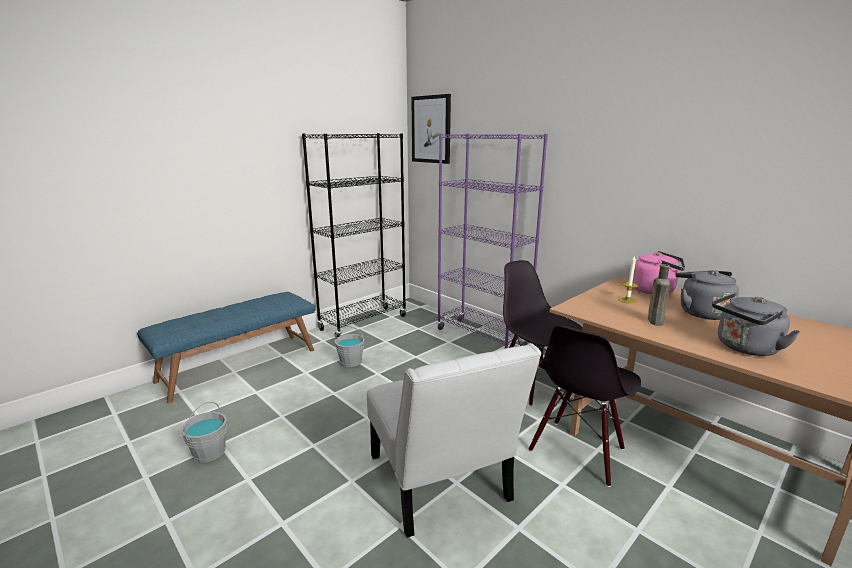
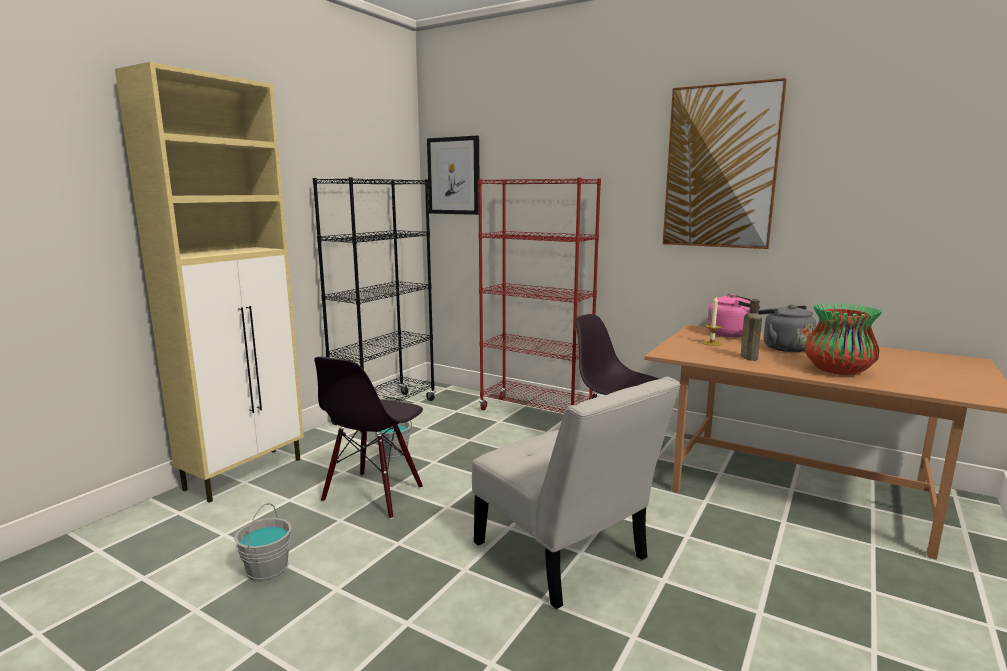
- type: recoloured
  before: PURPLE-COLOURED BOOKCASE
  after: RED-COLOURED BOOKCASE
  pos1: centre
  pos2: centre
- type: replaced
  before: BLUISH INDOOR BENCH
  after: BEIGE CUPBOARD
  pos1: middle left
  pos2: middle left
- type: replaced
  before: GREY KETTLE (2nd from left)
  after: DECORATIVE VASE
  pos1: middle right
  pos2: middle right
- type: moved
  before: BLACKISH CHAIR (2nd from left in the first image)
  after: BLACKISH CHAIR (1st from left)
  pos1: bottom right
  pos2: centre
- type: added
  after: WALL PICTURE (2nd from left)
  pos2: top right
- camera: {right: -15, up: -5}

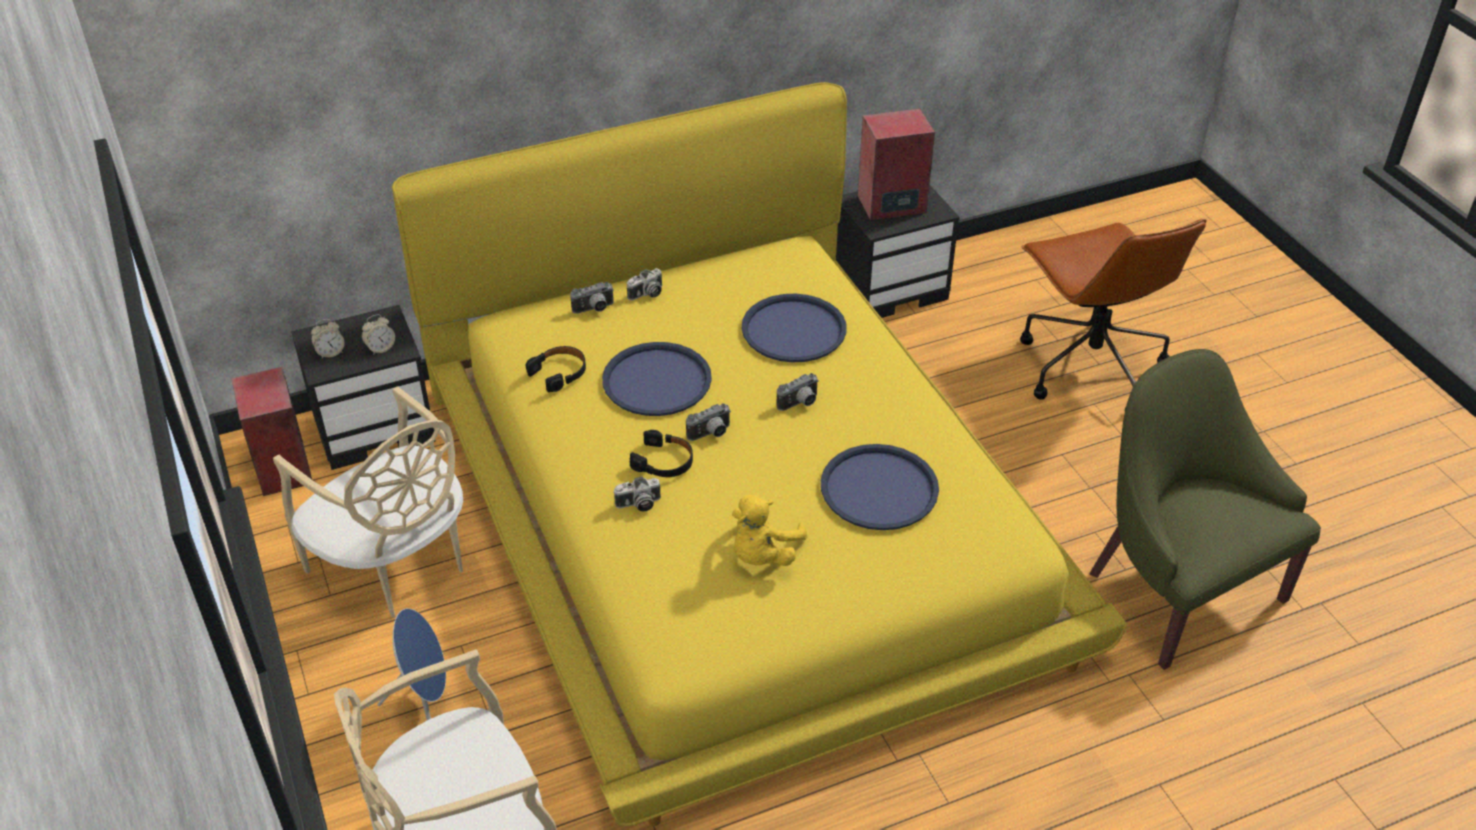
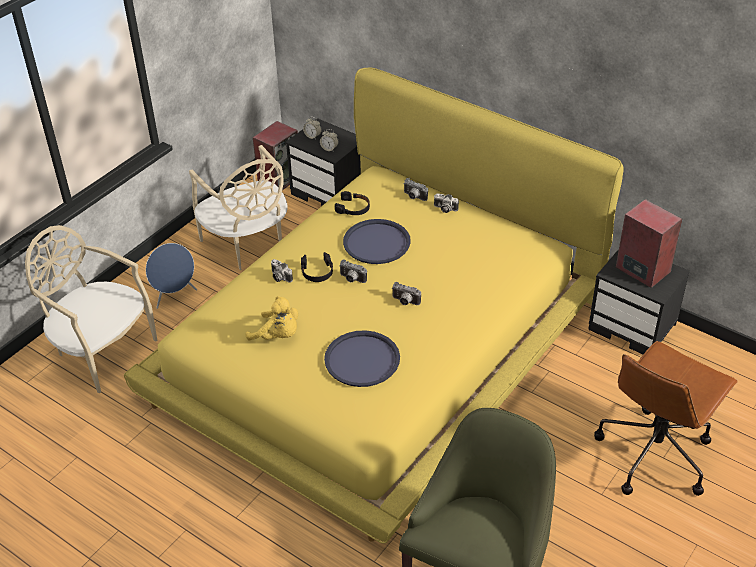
- type: removed
  before: BLUISH CARRYING TRAY (2nd from left)
  pos1: centre
- type: turned
  before: BEIGE CHAIR (1st from left in the first image)
  pos1: middle left
  pos2: middle left
  turn: -45
- type: turned
  before: YELLOW SOFT TOY
  pos1: centre
  pos2: centre
  turn: -150
- camera: {right: 60, up: 0}

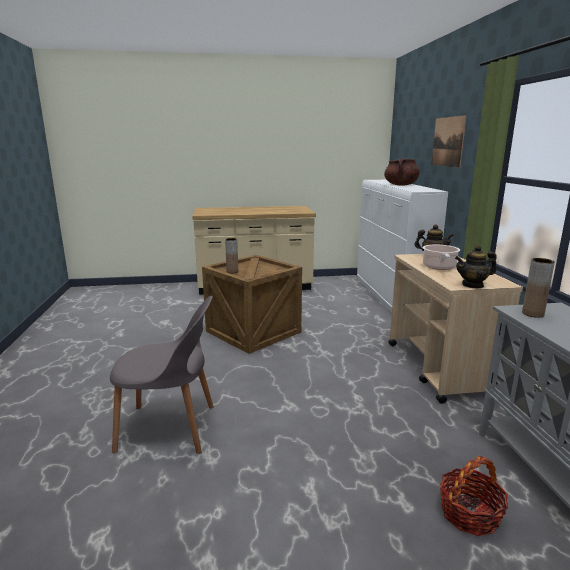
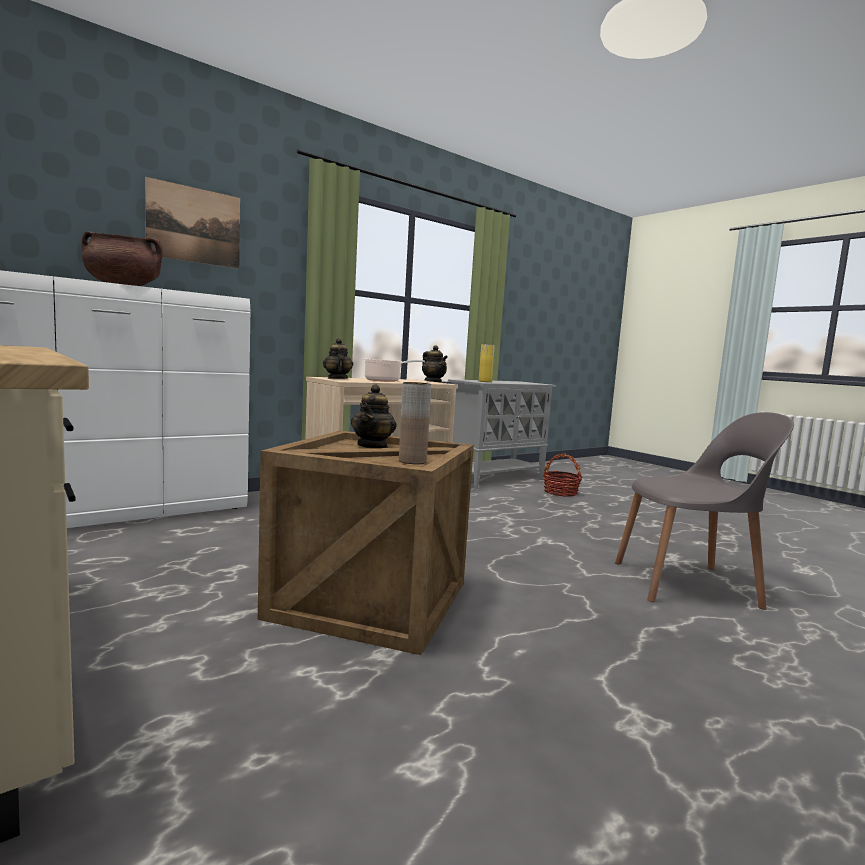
- type: recoloured
  before: BROWN-COLOURED DECORATIVE VASE (2nd from left)
  after: YELLOW DECORATIVE VASE
  pos1: middle right
  pos2: centre
- type: turned
  before: GREY CHAIR
  pos1: middle left
  pos2: middle right
  turn: 120
- type: added
  after: POT FOR TEA (2nd from left)
  pos2: centre
- camera: {right: -120, up: -10}

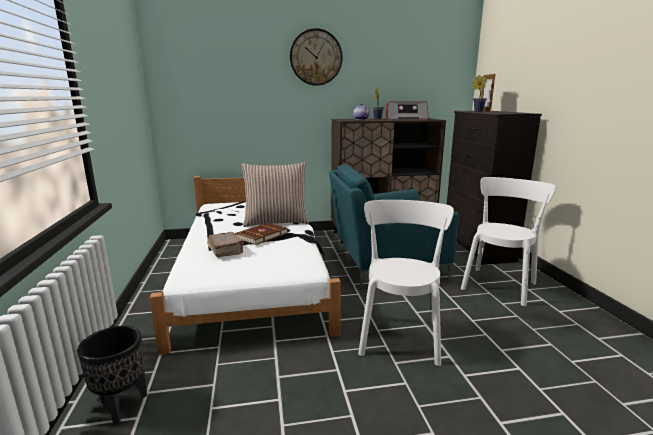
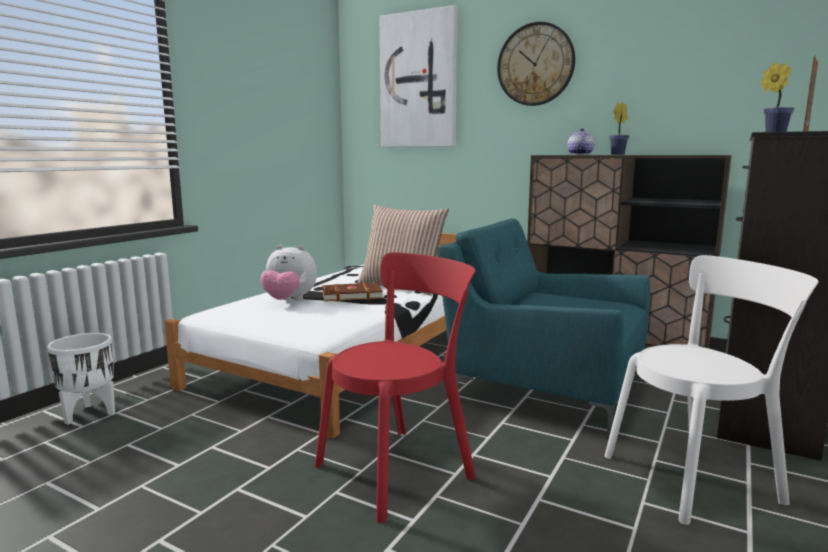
- type: removed
  before: RADIO
  pos1: top centre
- type: recoloured
  before: WHITE-COLOURED CHAIR (1st from left)
  after: RED-COLOURED CHAIR
  pos1: centre
  pos2: bottom centre
- type: replaced
  before: BROWN-COLOURED VOLUME (1st from left)
  after: SOFT TOY
  pos1: centre
  pos2: centre
- type: recoloured
  before: BLACKISH FLOWER POT
  after: WHITE-COLOURED FLOWER POT
  pos1: bottom left
  pos2: bottom left
- type: added
  after: WALL PICTURE
  pos2: top centre
- camera: {right: 40, up: -5}

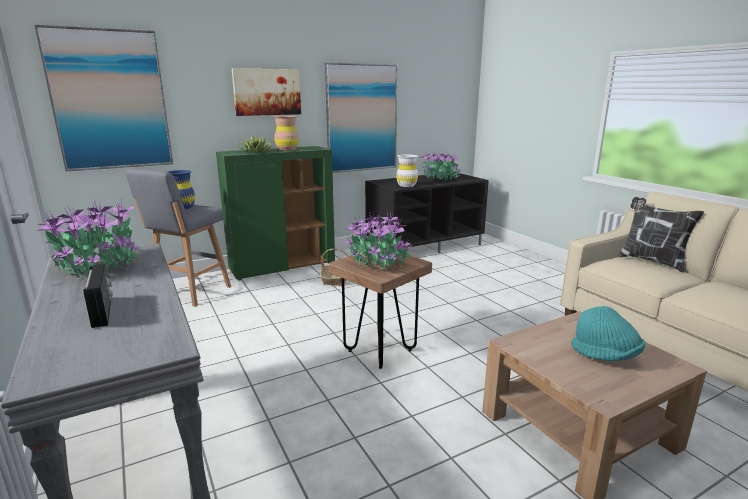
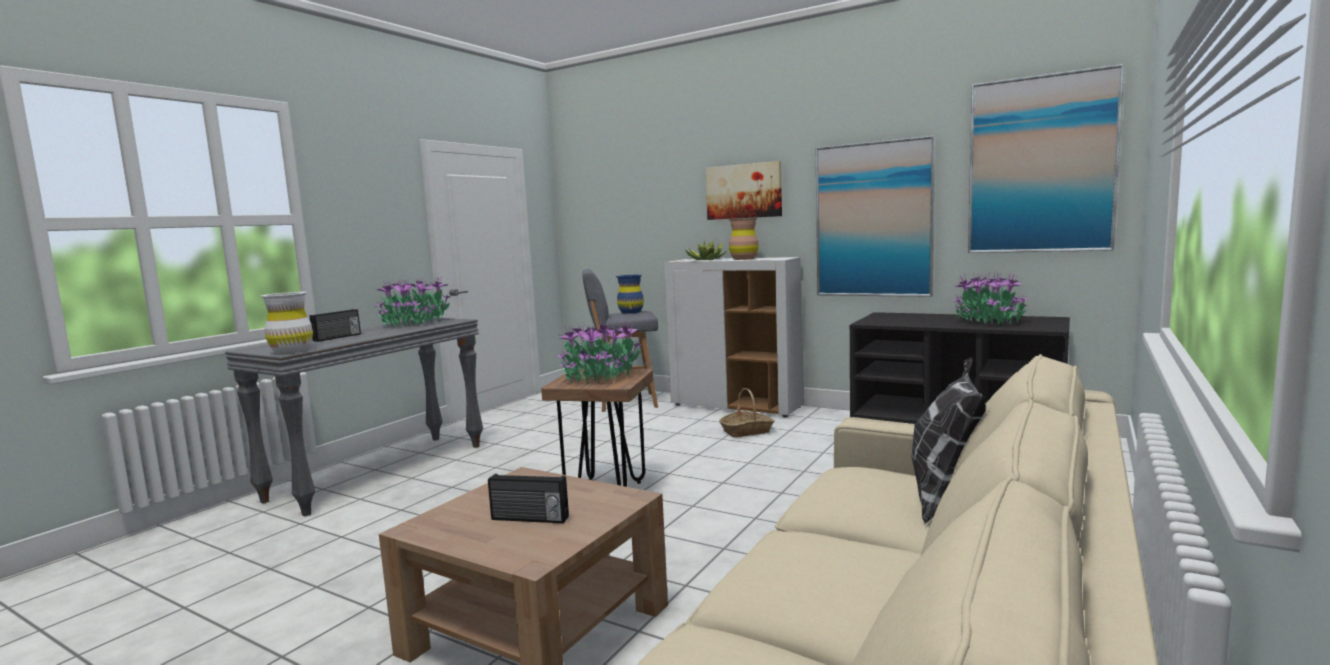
- type: moved
  before: WALL PICTURE (1st from left in the first image)
  after: WALL PICTURE (3rd from left)
  pos1: top left
  pos2: top right
- type: recoloured
  before: GREEN-COLOURED CUPBOARD
  after: WHITE-COLOURED CUPBOARD
  pos1: centre
  pos2: centre
- type: moved
  before: WHITE-COLOURED DECORATIVE VASE
  pos1: centre
  pos2: middle left
- type: replaced
  before: TURQUOISE WEARABLE HAT
  after: RADIO (2nd from left)
  pos1: bottom right
  pos2: bottom centre
- camera: {right: 60, up: -10}

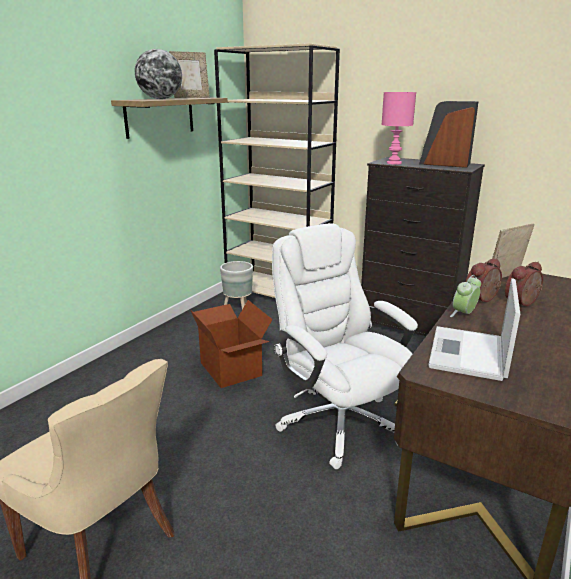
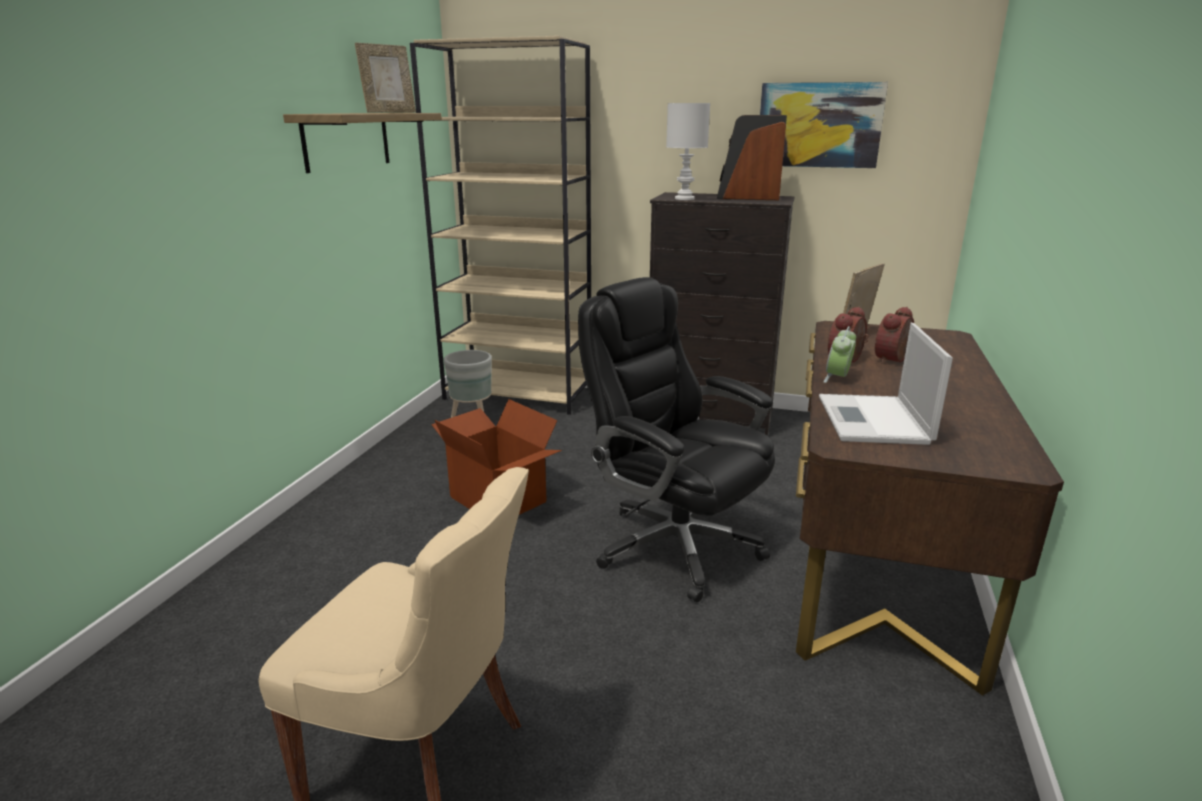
- type: removed
  before: GLOBE
  pos1: top left
- type: recoloured
  before: PINKISH TABLETOP LAMP
  after: WHITE-COLOURED TABLETOP LAMP
  pos1: top right
  pos2: top centre
- type: recoloured
  before: WHITE-COLOURED DESK CHAIR
  after: BLACKISH DESK CHAIR
  pos1: centre
  pos2: centre
- type: added
  after: WALL PICTURE
  pos2: top right
- camera: {right: -15, up: 0}

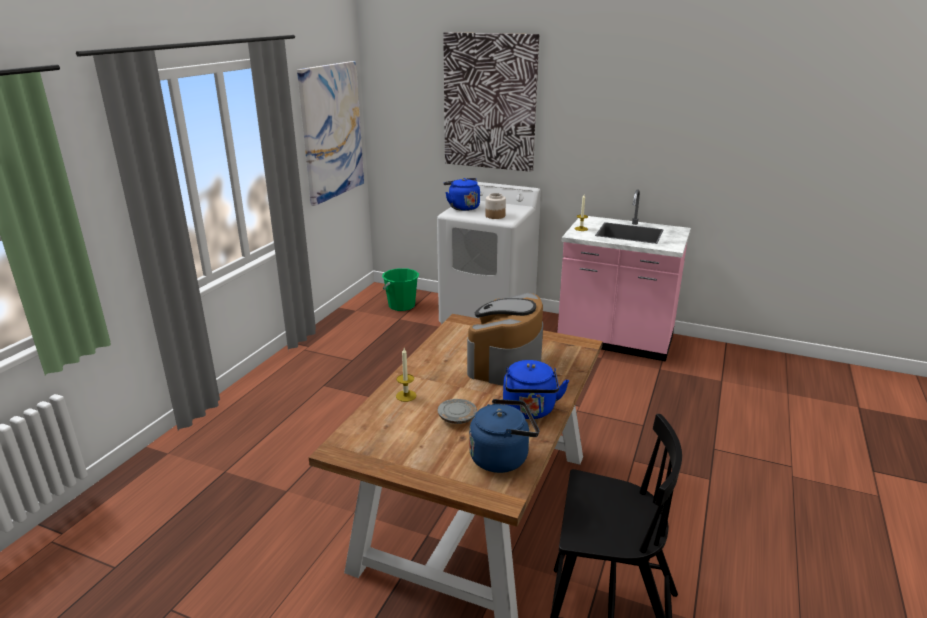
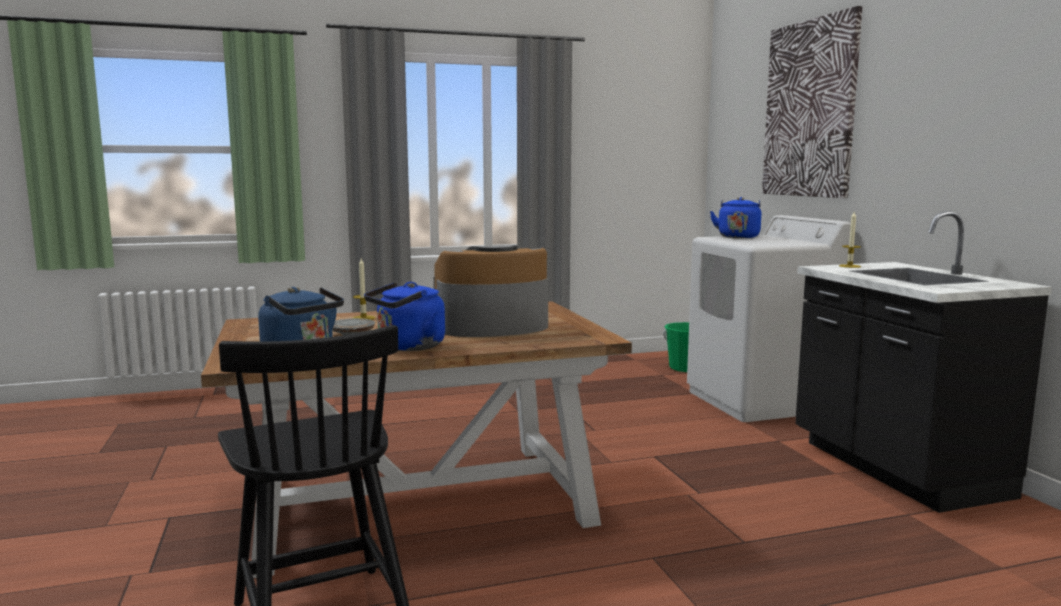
- type: removed
  before: WALL PICTURE (1st from left)
  pos1: top centre
- type: recoloured
  before: PINKISH KITCHEN COUNTER
  after: BLACKISH KITCHEN COUNTER
  pos1: middle right
  pos2: middle right
- type: removed
  before: PRESERVE JAR
  pos1: centre
- camera: {right: 50, up: -15}

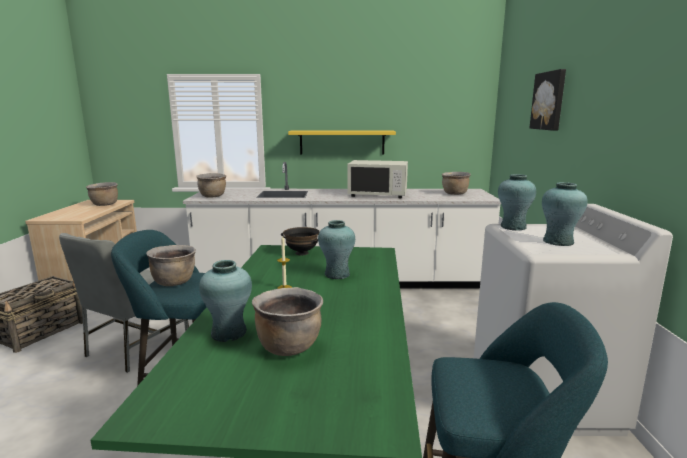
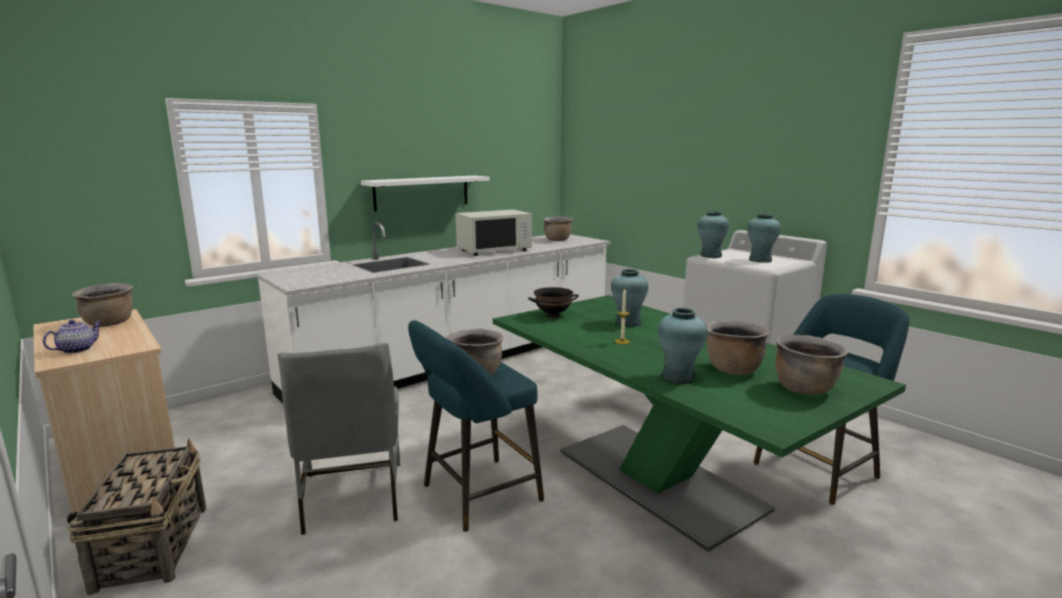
- type: removed
  before: WALL PICTURE
  pos1: top right
- type: recoloured
  before: YELLOW BRACKET SHELF
  after: WHITE-COLOURED BRACKET SHELF
  pos1: top centre
  pos2: top centre
- type: moved
  before: BROWN-COLOURED COOKING POT (3rd from left in the first image)
  after: BROWN-COLOURED COOKING POT (5th from left)
  pos1: middle left
  pos2: middle right
- type: added
  after: POT FOR TEA
  pos2: middle left
- camera: {right: -40, up: 0}

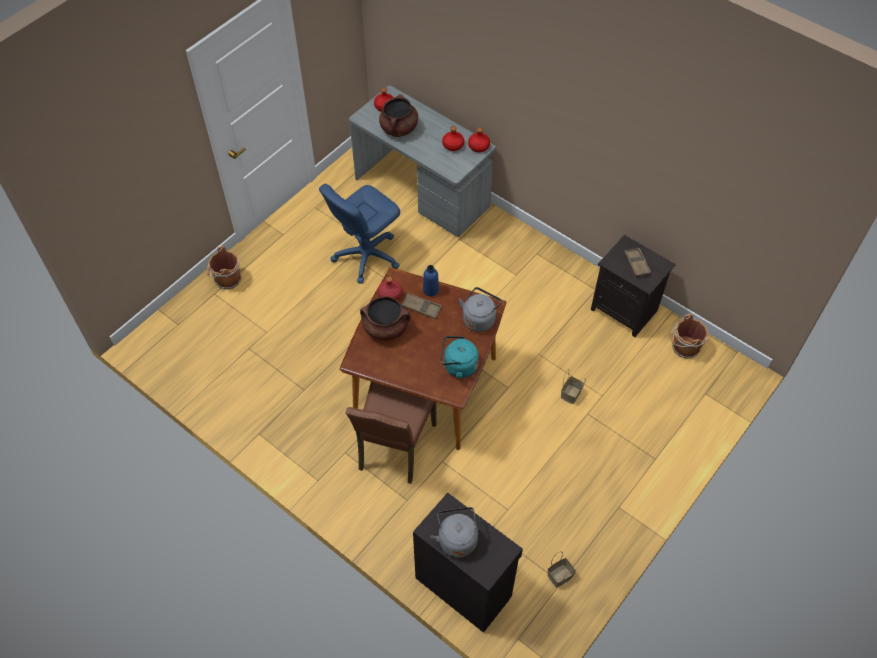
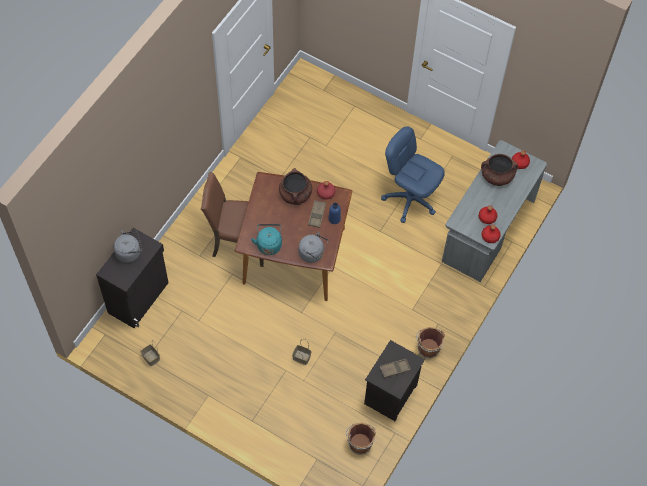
- type: moved
  before: BROWN-COLOURED WATER BUCKET (1st from left in the first image)
  after: BROWN-COLOURED WATER BUCKET (2nd from left)
  pos1: middle left
  pos2: bottom centre
- camera: {right: 80, up: 5}

